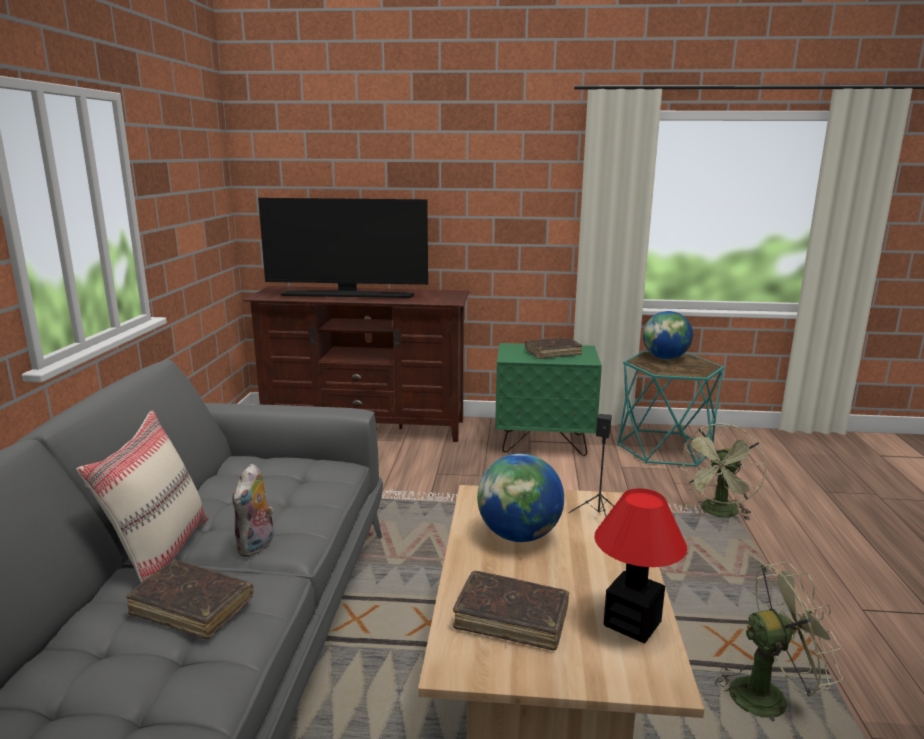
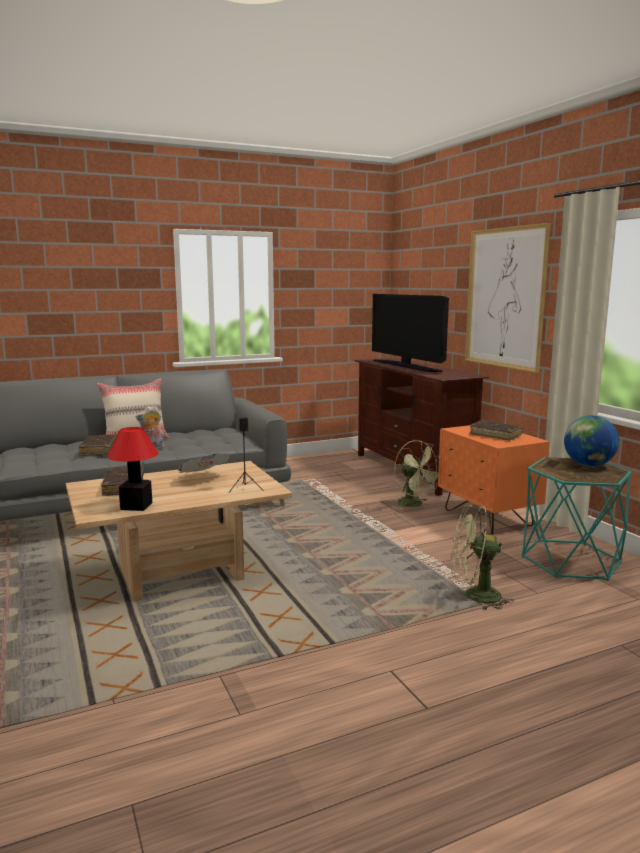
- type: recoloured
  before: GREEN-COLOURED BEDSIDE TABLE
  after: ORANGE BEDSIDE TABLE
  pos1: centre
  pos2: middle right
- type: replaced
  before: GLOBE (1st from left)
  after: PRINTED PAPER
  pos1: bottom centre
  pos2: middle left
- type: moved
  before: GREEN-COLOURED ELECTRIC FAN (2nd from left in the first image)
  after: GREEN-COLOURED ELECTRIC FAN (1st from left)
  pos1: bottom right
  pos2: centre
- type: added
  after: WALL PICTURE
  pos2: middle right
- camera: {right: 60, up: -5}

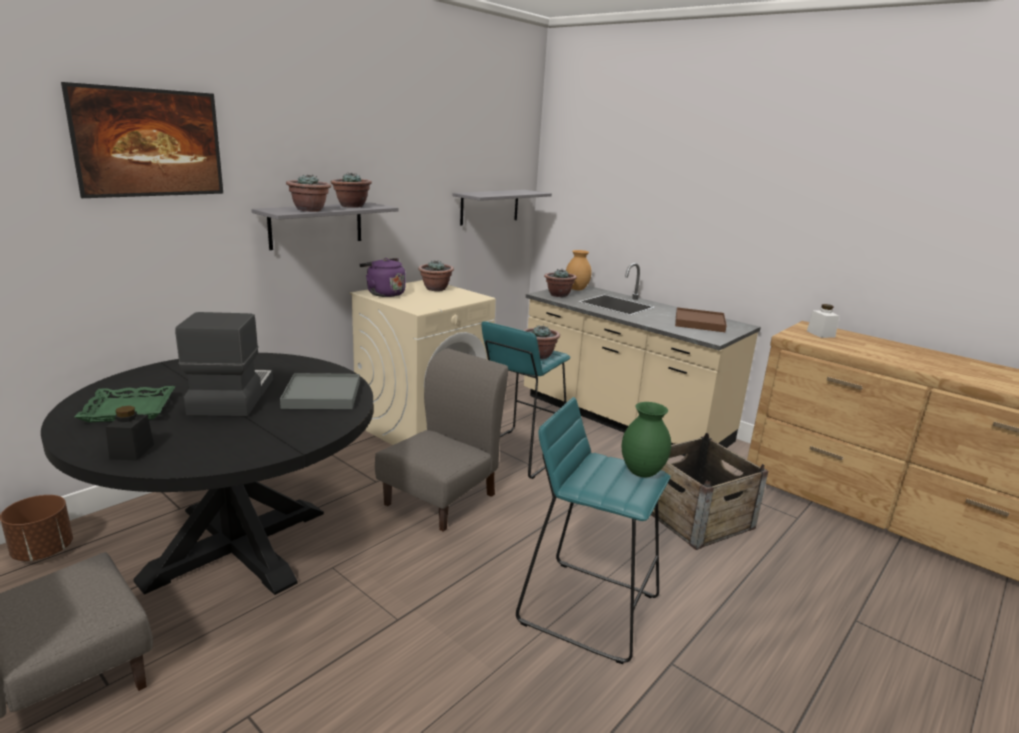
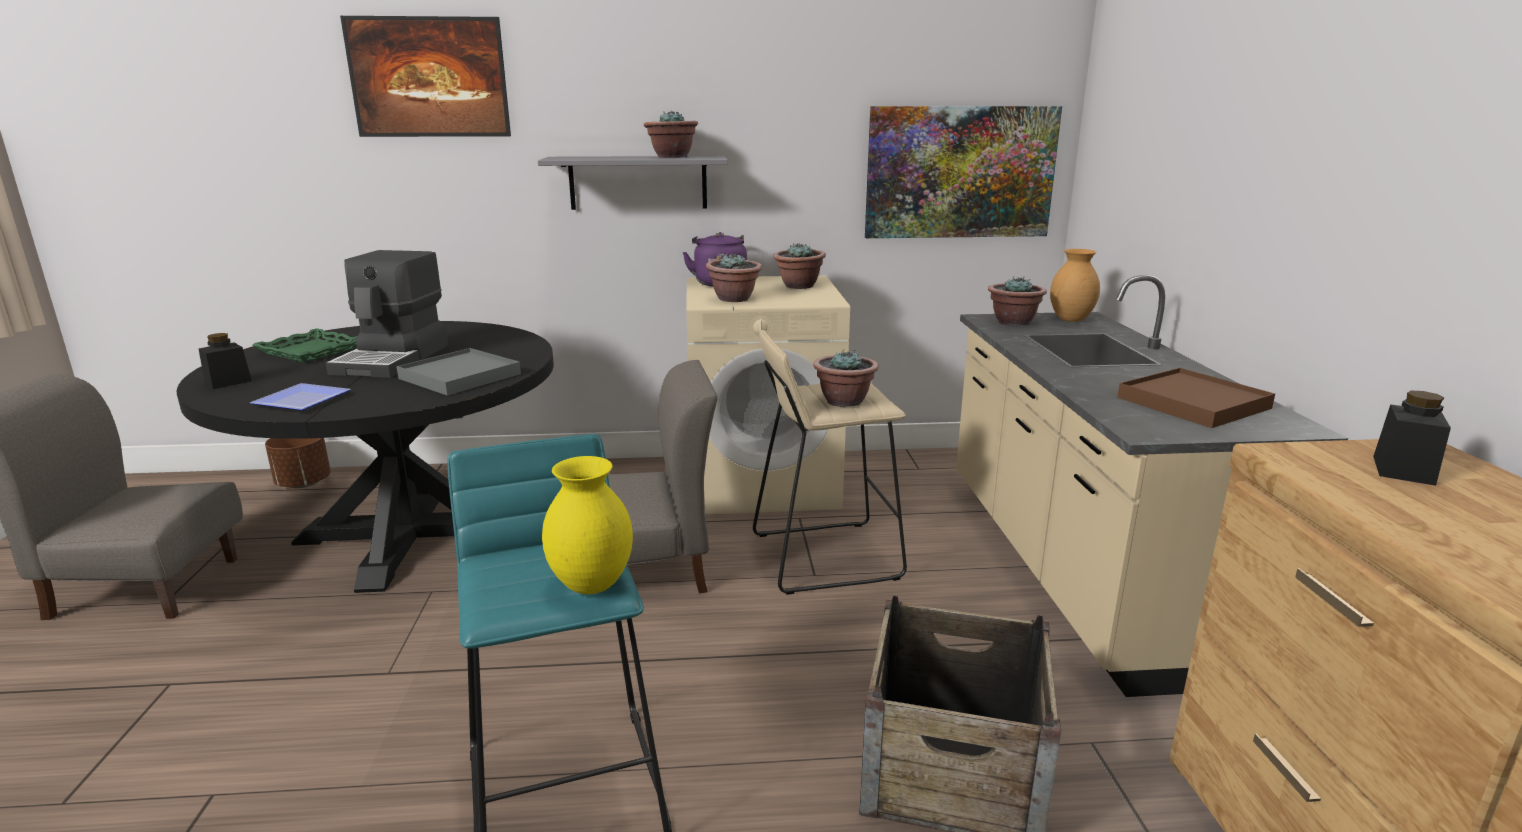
- type: moved
  before: PLANT IN A POT (1st from left in the first image)
  after: PLANT IN A POT (2nd from left)
  pos1: top left
  pos2: centre
- type: replaced
  before: GREY BRACKET SHELF (2nd from left)
  after: WALL PICTURE (2nd from left)
  pos1: top centre
  pos2: top centre
- type: recoloured
  before: WHITE-COLOURED PRESERVE JAR
  after: BLACKISH PRESERVE JAR (2nd from left)
  pos1: middle right
  pos2: middle right
- type: turned
  before: COFFEE MAKER
  pos1: middle left
  pos2: middle left
  turn: 150
- type: recoloured
  before: TURQUOISE SITTING STOOL (1st from left)
  after: BEIGE SITTING STOOL
  pos1: centre
  pos2: centre
- type: recoloured
  before: GREEN-COLOURED DECORATIVE VASE
  after: YELLOW DECORATIVE VASE
  pos1: centre
  pos2: centre
- type: added
  after: DINNER PLATE
  pos2: middle left
- camera: {right: 45, up: 0}

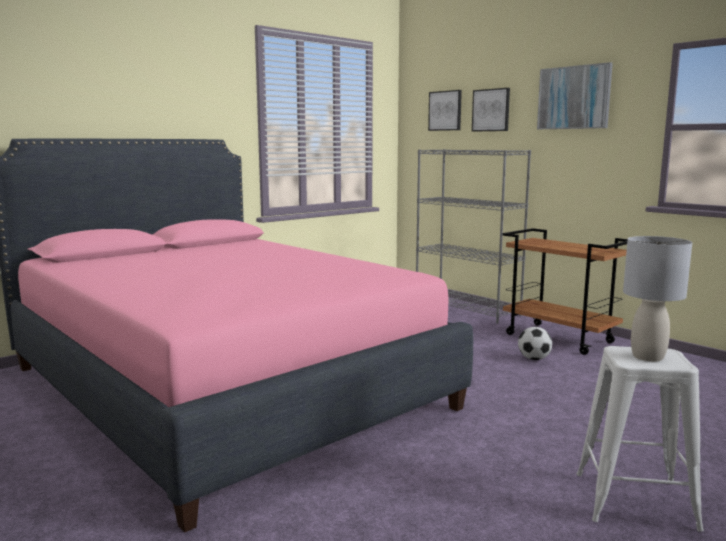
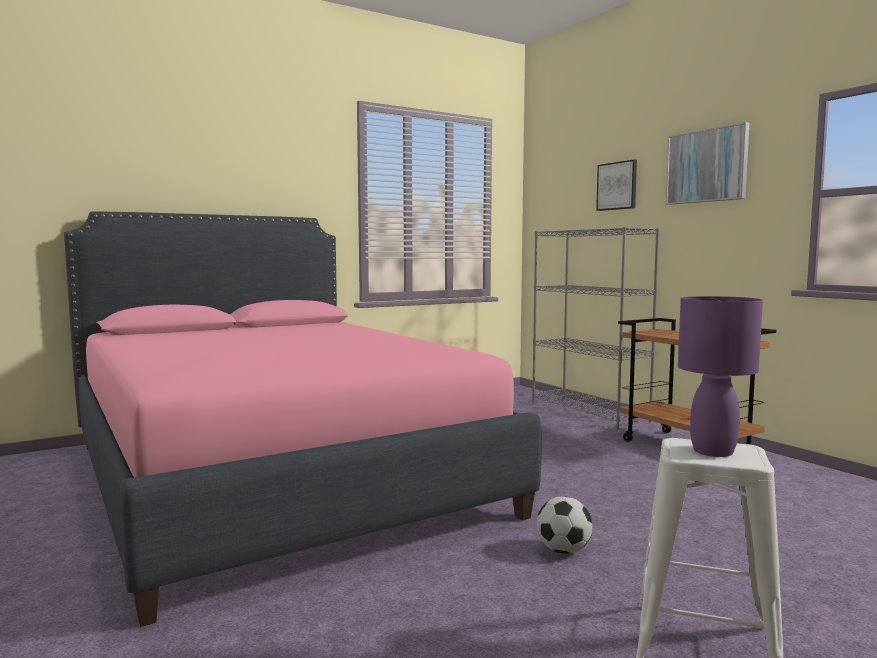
- type: removed
  before: WALL PICTURE (1st from left)
  pos1: top centre
- type: recoloured
  before: GREY TABLETOP LAMP
  after: PURPLE-COLOURED TABLETOP LAMP
  pos1: middle right
  pos2: middle right
- type: moved
  before: FOOTBALL BALL
  pos1: middle right
  pos2: bottom centre
- camera: {right: 10, up: -5}

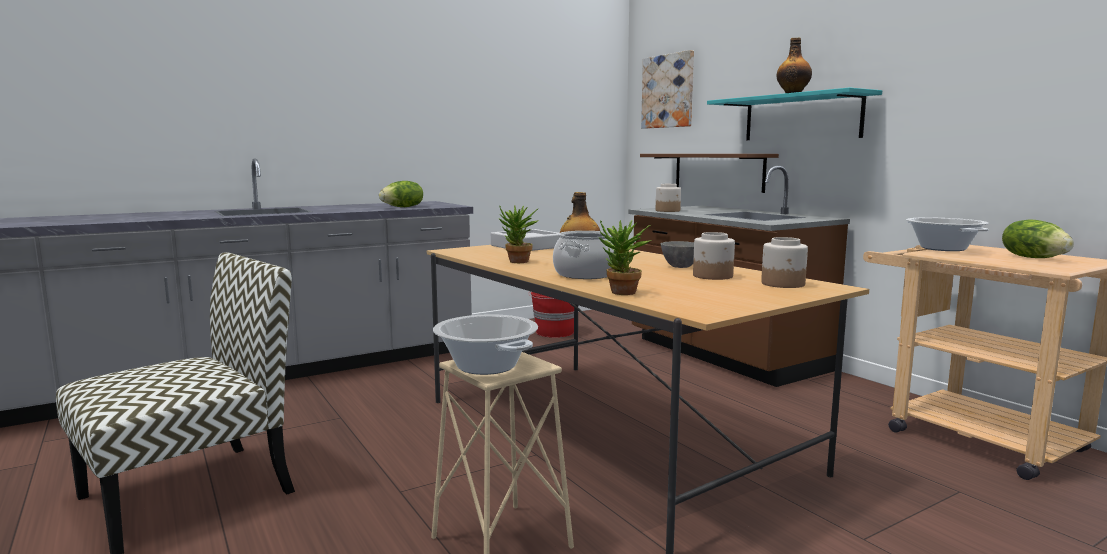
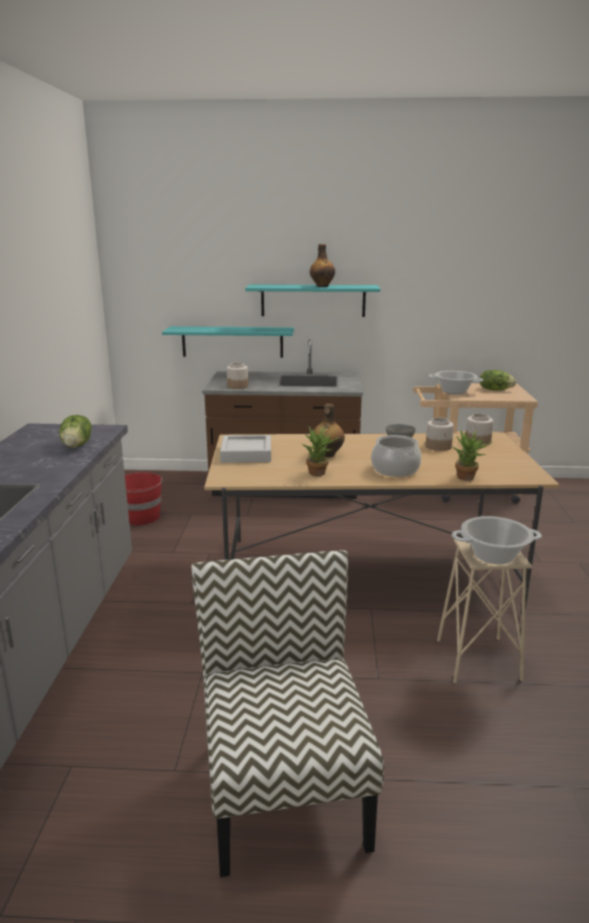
- type: removed
  before: WALL PICTURE
  pos1: top centre
- type: recoloured
  before: BROWN-COLOURED BRACKET SHELF
  after: TURQUOISE BRACKET SHELF (1st from left)
  pos1: top centre
  pos2: centre
- camera: {right: -55, up: 10}

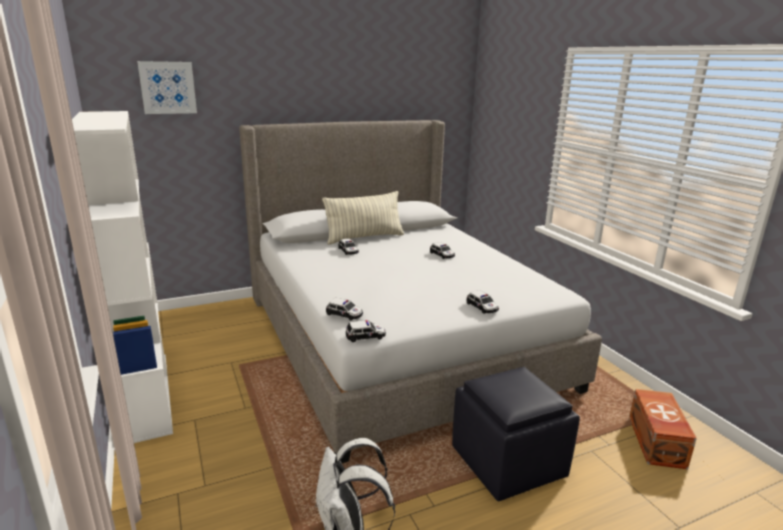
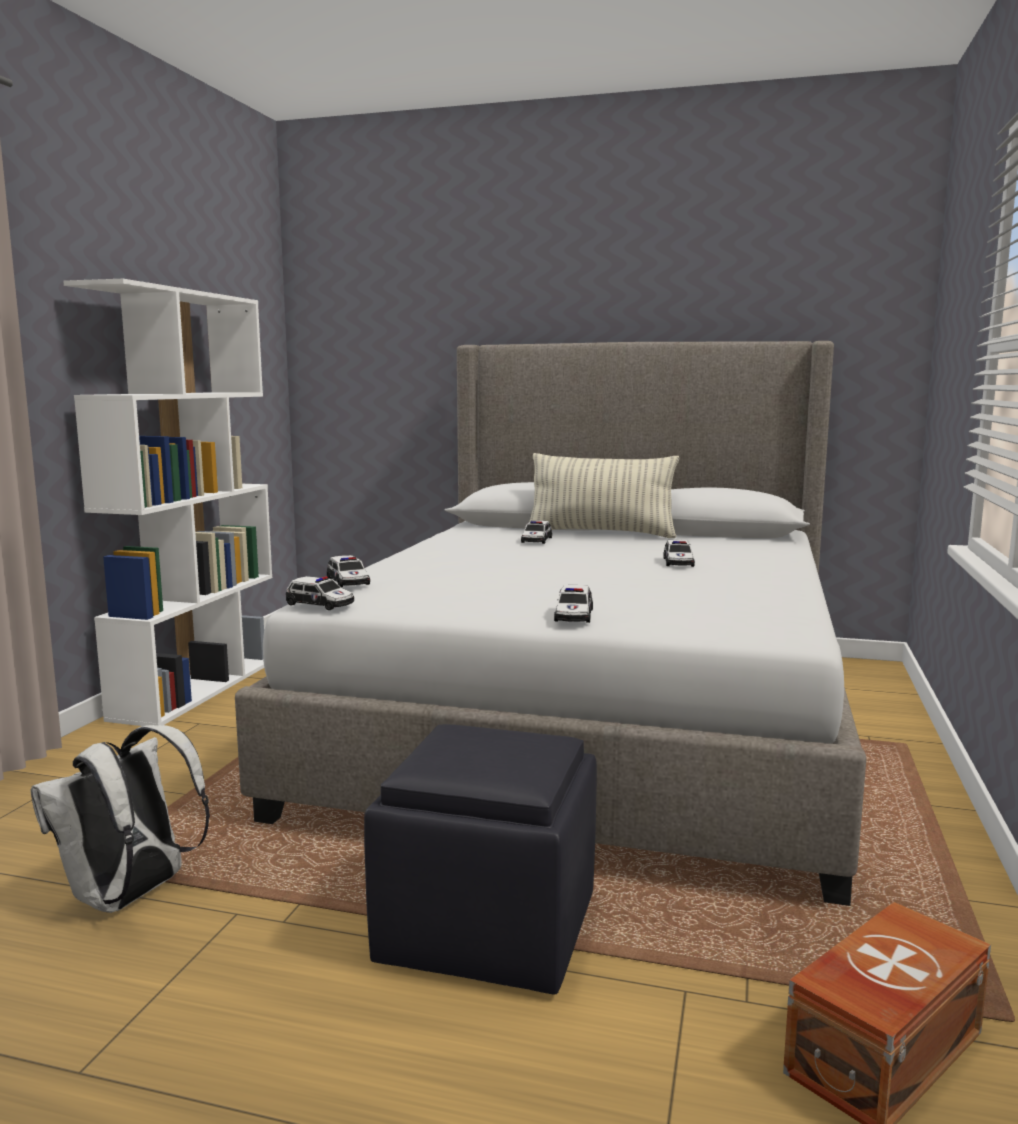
- type: removed
  before: WALL PICTURE
  pos1: top left
- camera: {right: 40, up: -10}

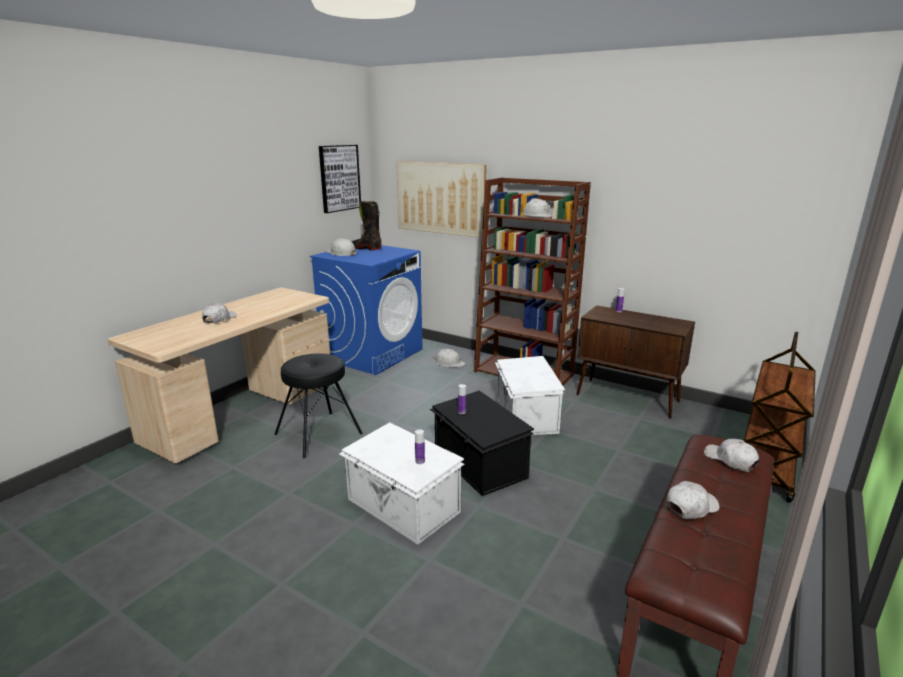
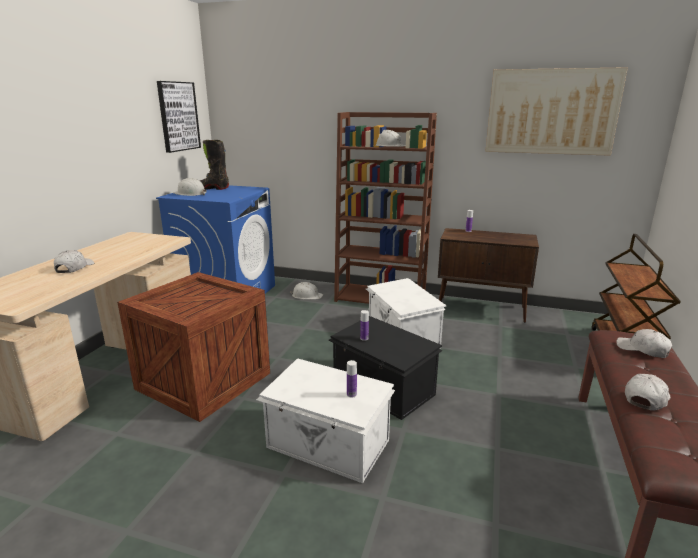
- type: moved
  before: WALL PICTURE (2nd from left)
  pos1: top centre
  pos2: top right
- type: replaced
  before: BLACKISH SITTING STOOL
  after: SHIPPING CRATE
  pos1: centre
  pos2: middle left
- camera: {right: -15, up: 0}

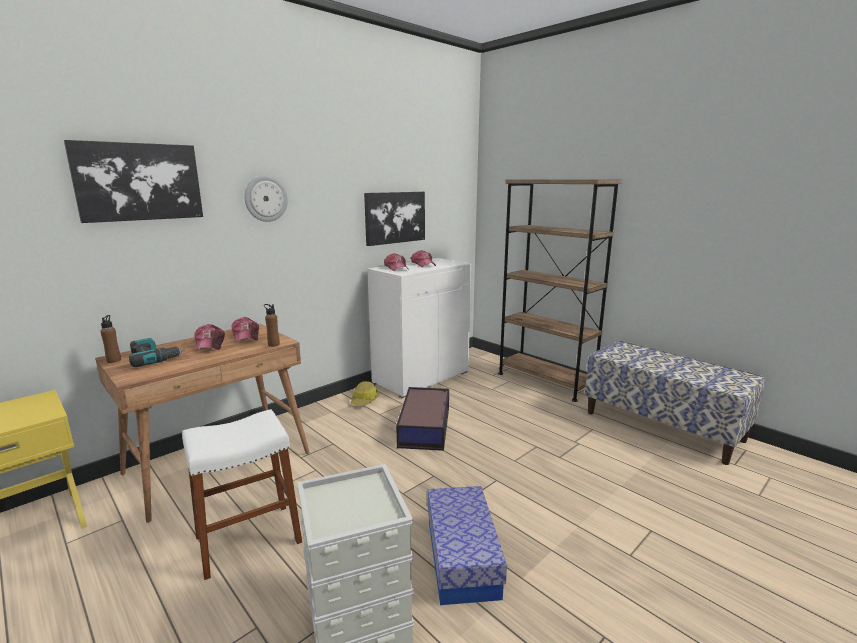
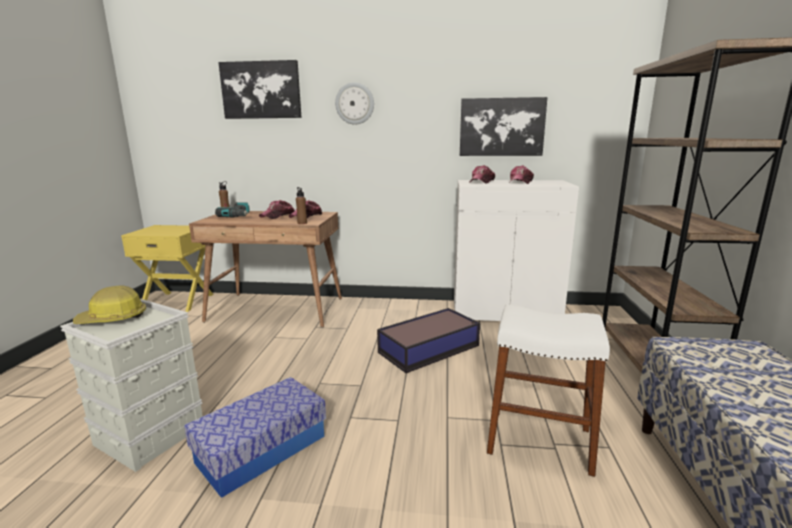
- type: moved
  before: HARD HAT
  pos1: centre
  pos2: middle left
- type: moved
  before: WHITE-COLOURED SITTING STOOL
  pos1: bottom left
  pos2: bottom right
- camera: {right: 50, up: 0}

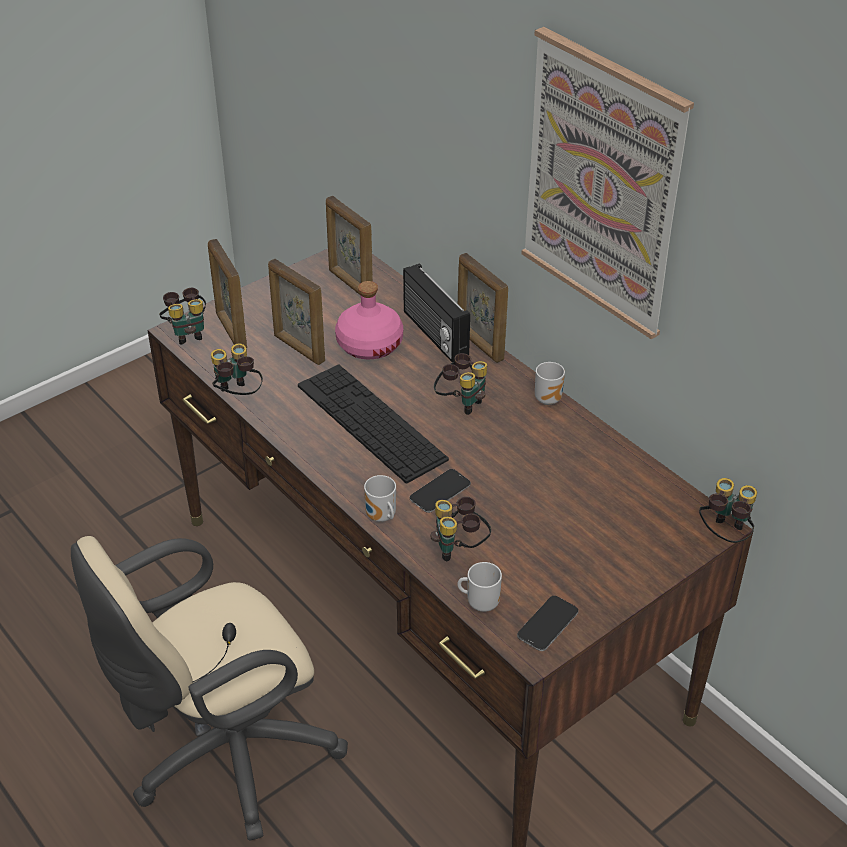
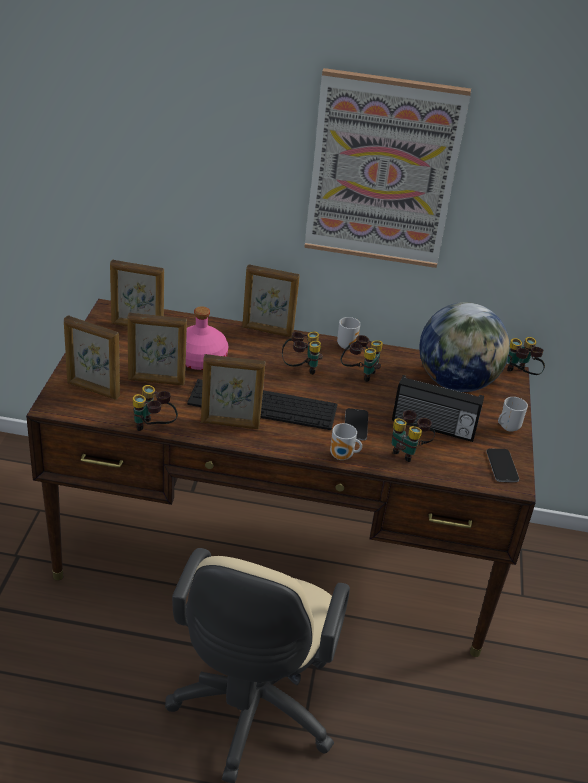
- type: moved
  before: RADIO
  pos1: centre
  pos2: middle right
- type: moved
  before: PAIR OF BINOCULARS (1st from left in the first image)
  after: PAIR OF BINOCULARS (3rd from left)
  pos1: middle left
  pos2: centre
- type: moved
  before: TEA MUG (2nd from left in the first image)
  after: TEA MUG (3rd from left)
  pos1: bottom centre
  pos2: middle right
- type: added
  after: GLOBE
  pos2: middle right
- type: added
  after: PHOTO FRAME (4th from left)
  pos2: centre
- camera: {right: -45, up: -5}

